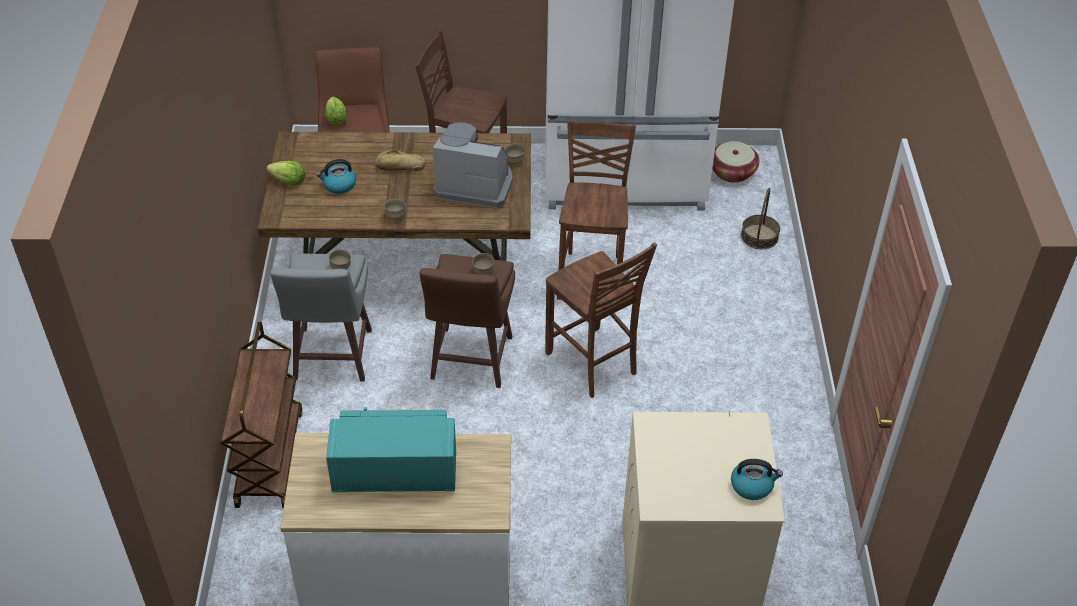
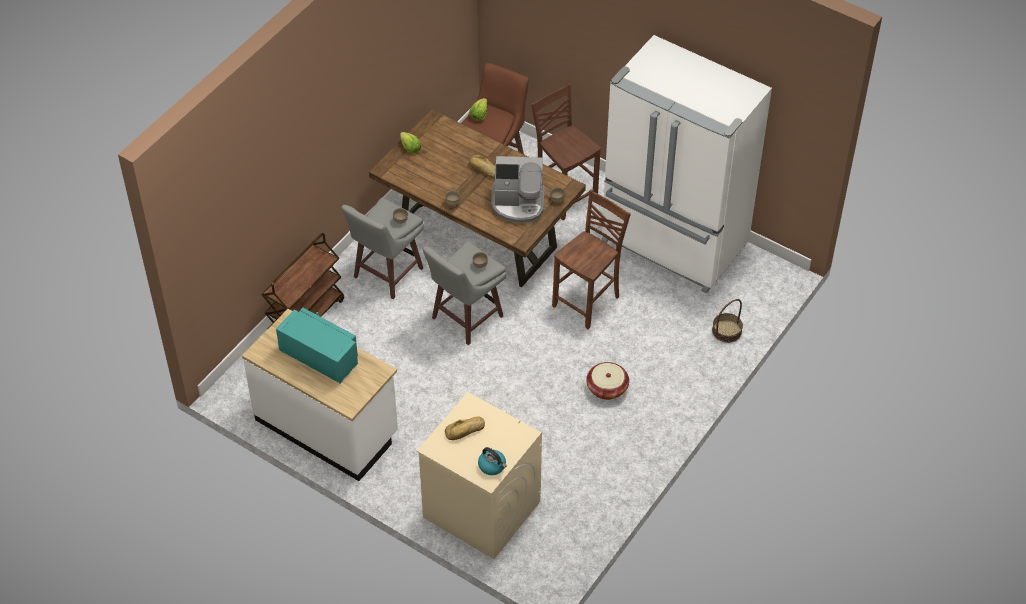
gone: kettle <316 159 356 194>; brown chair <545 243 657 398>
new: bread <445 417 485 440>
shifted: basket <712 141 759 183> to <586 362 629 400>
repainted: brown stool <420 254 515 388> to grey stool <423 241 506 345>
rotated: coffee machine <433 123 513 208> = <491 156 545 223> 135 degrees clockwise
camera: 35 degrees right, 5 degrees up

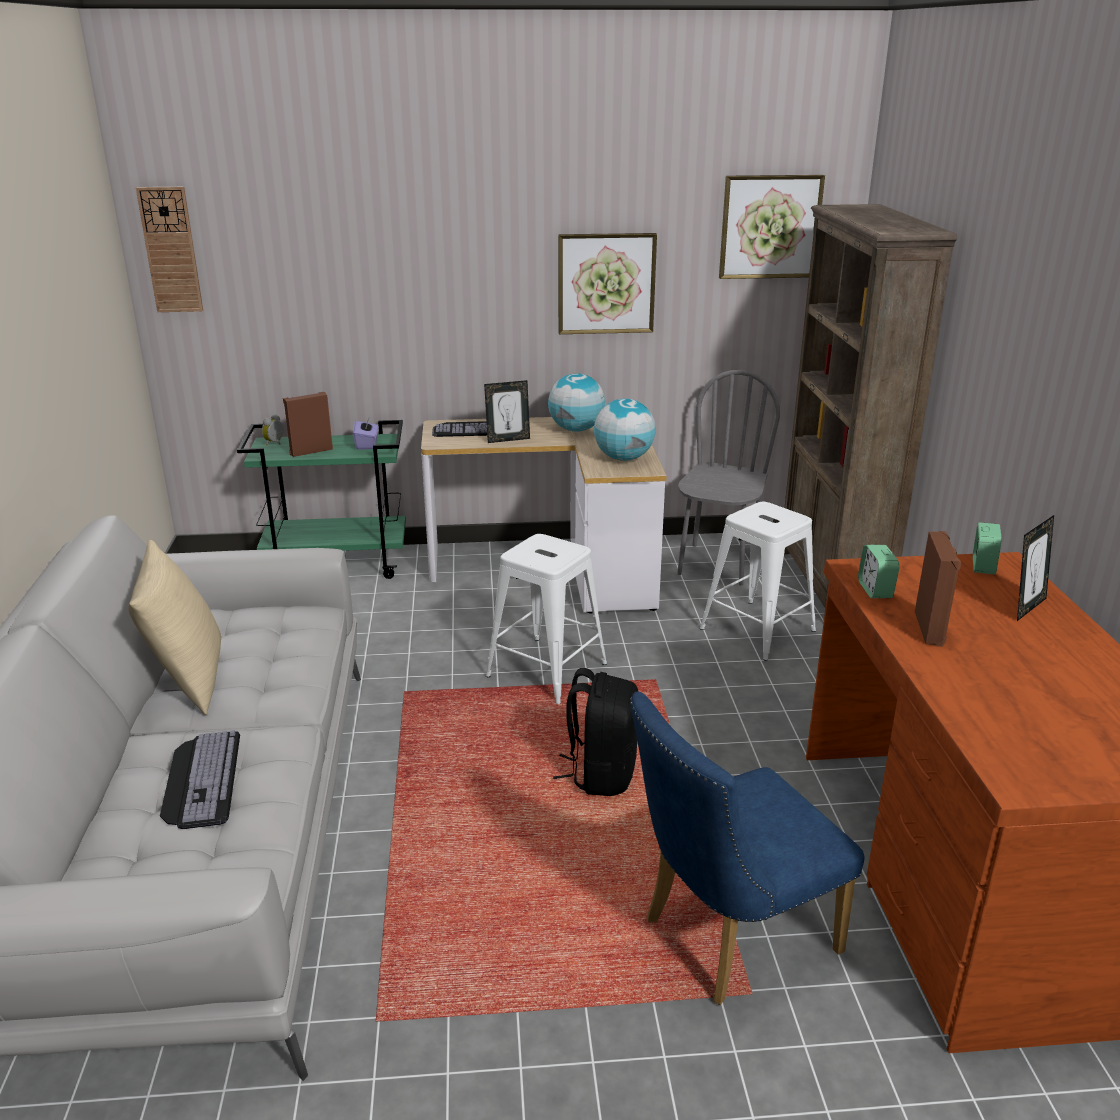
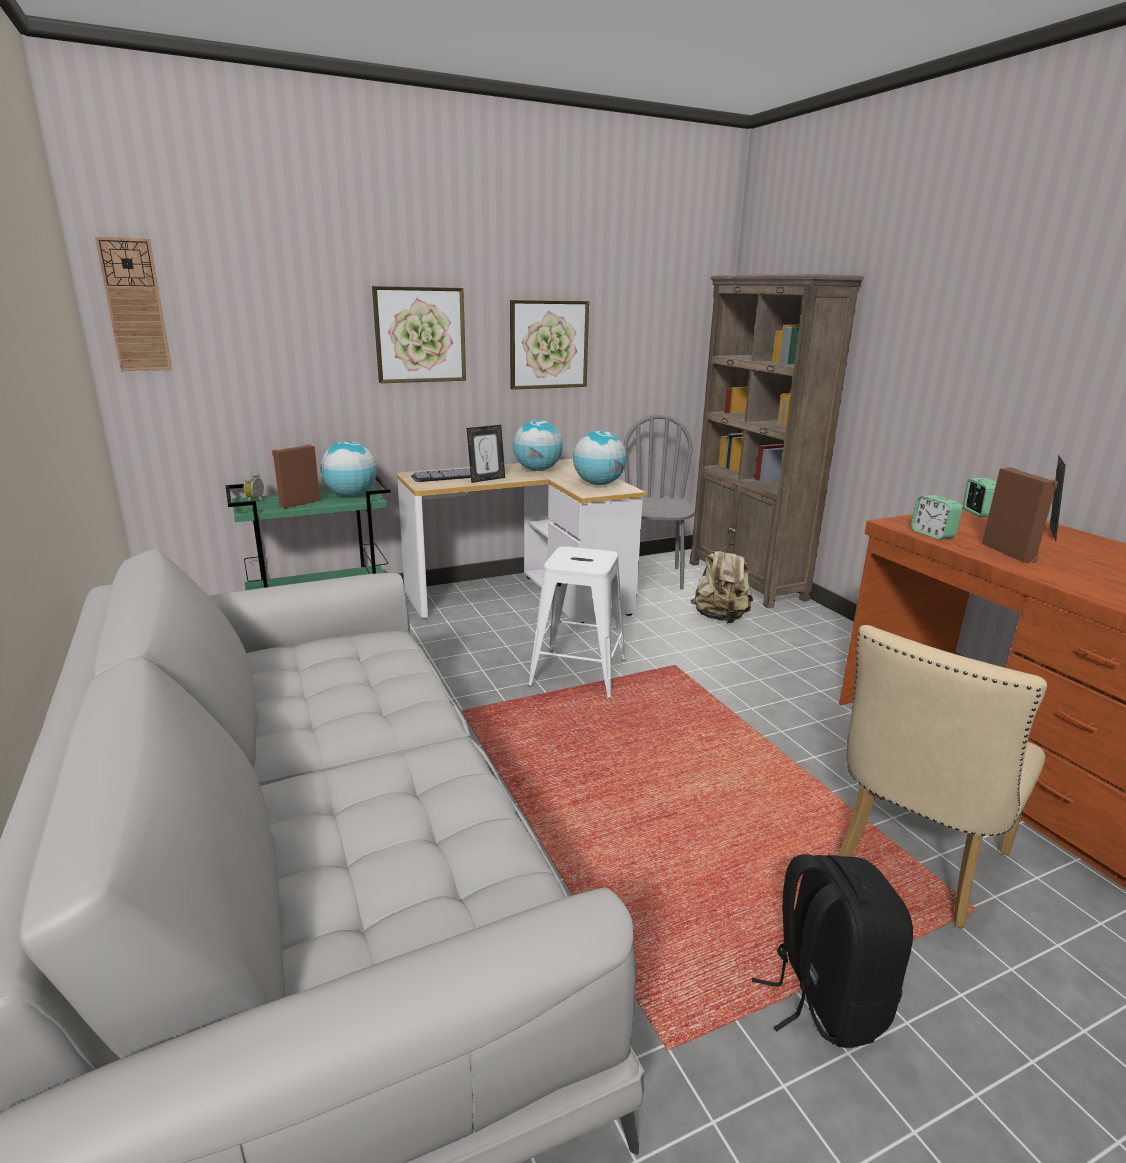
gone: beige pillow <128 540 221 715>; keyboard <160 730 240 829>
shifted: picture <719 175 825 279> to <372 286 466 383>; black backpack <553 668 639 796> to <752 854 913 1048>
swapped: purple tissue box <353 416 379 450> to globe <321 441 377 496>; white stool <700 501 816 661> to beige backpack <691 544 753 623>
repainted: blue chair <630 691 864 1005> to beige chair <837 625 1047 928>
camera: 20 degrees left, 5 degrees down

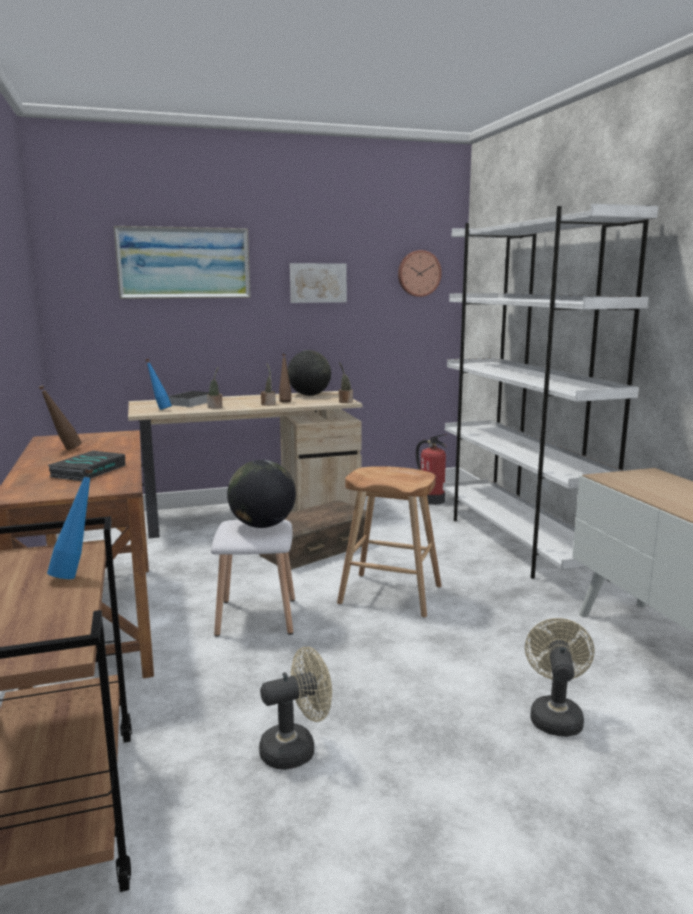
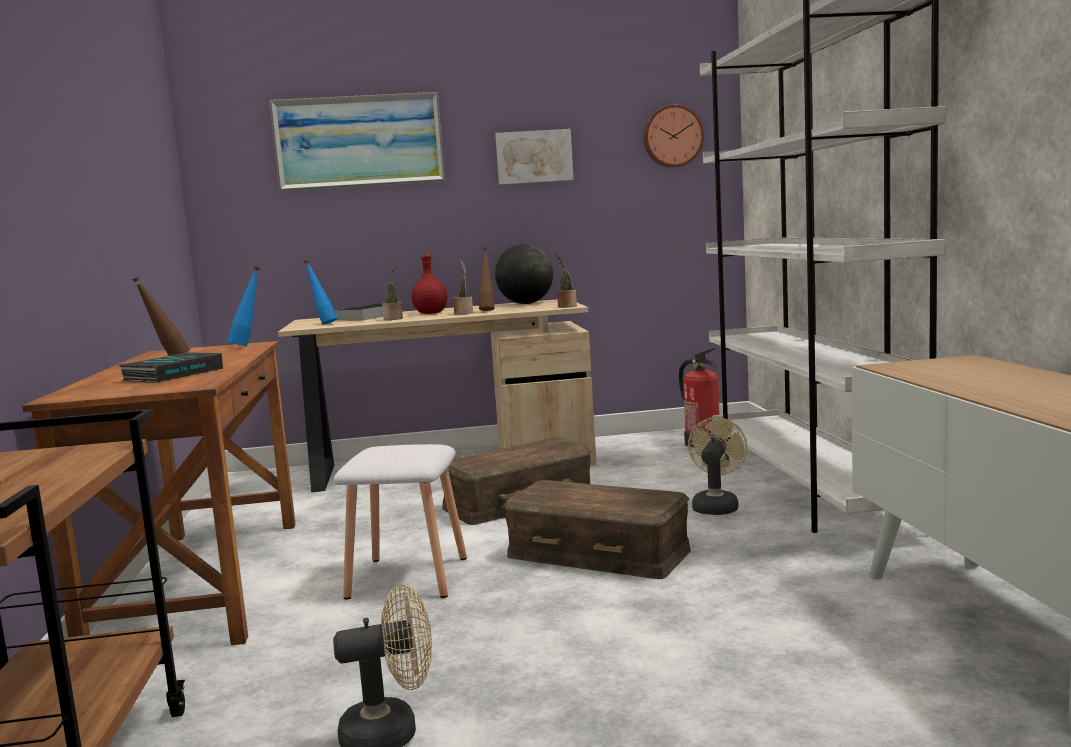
gone: globe <227 460 296 528>
new: red bottle <412 251 448 314>
shifted: blue bottle <47 468 93 579> to <227 266 260 346>; beige fan <525 618 594 737> to <688 417 748 515>
swapped: brown stool <337 466 441 618> to brown storage box <503 480 691 579>
camera: 10 degrees right, 5 degrees down

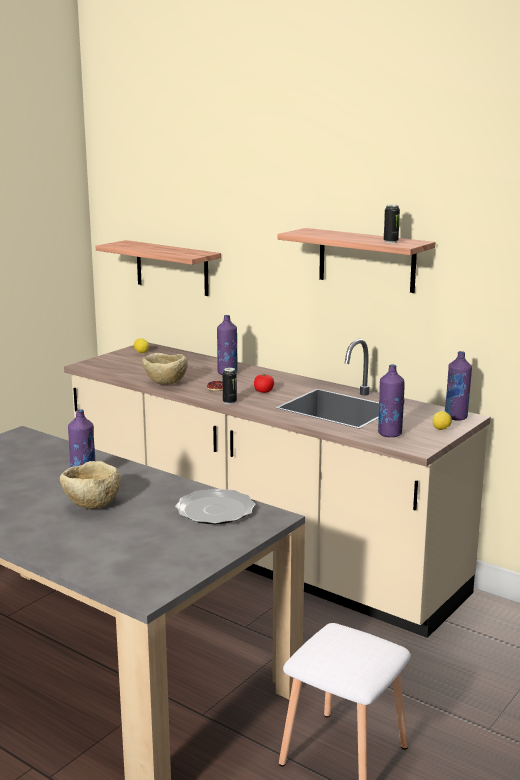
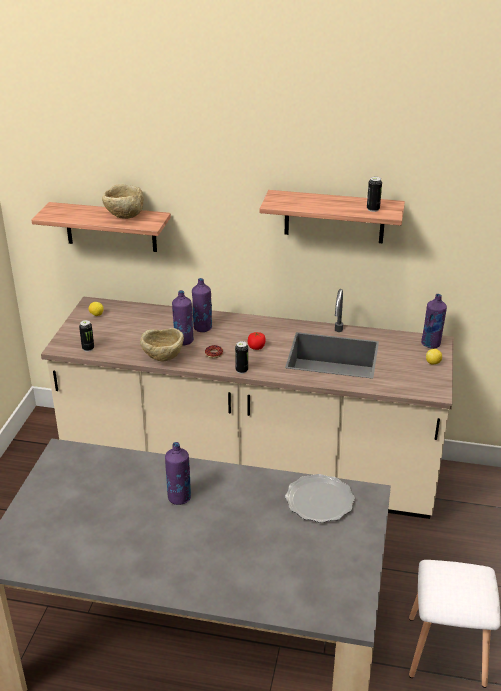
new: can <79 320 94 352>
shifted: purple bottle <378 364 405 437> to <172 290 194 345>; beige bowl <60 461 121 509> to <102 184 144 219>
camera: 25 degrees left, 15 degrees up

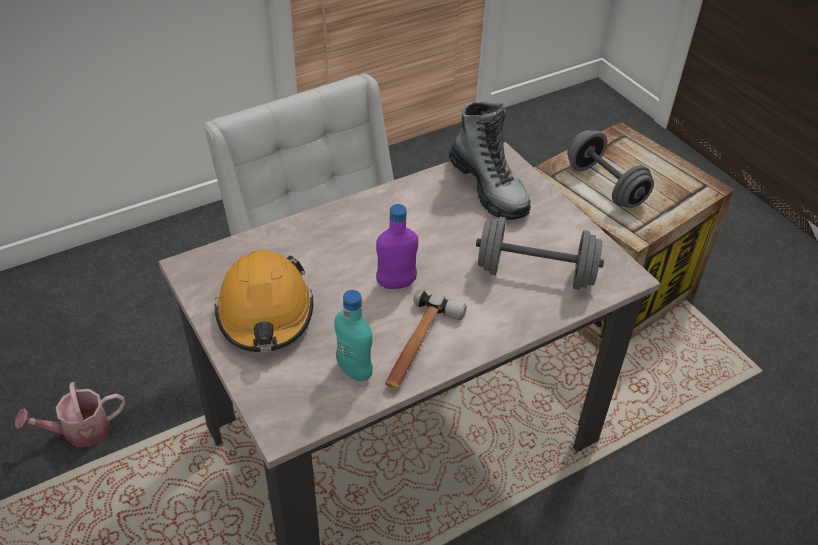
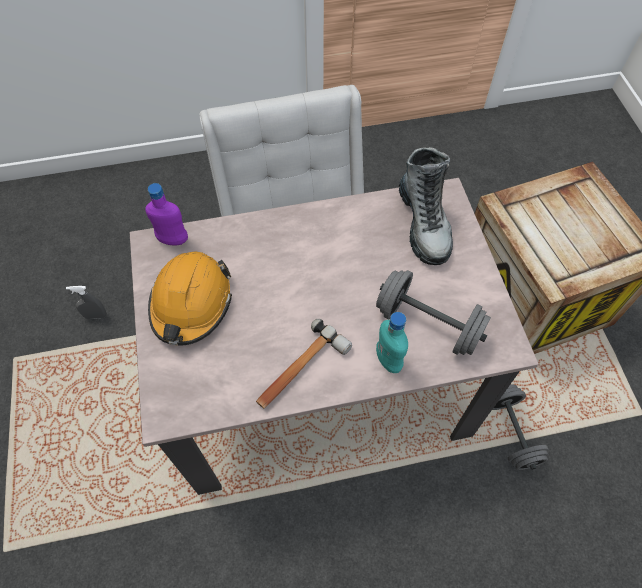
shifted: grey dumbbell <567 130 654 208> to <492 385 549 470>; purple bottle <376 204 418 289> to <145 183 188 245>; turquoise bottle <334 290 373 381> to <376 312 408 373>
swapped: watering can <15 382 126 447> to grey spray bottle <66 286 107 319>
camera: 20 degrees right, 15 degrees up

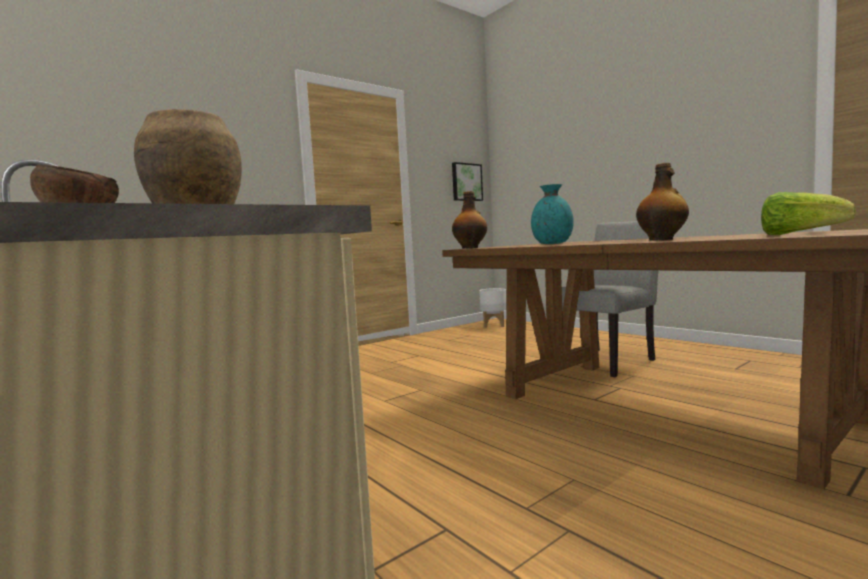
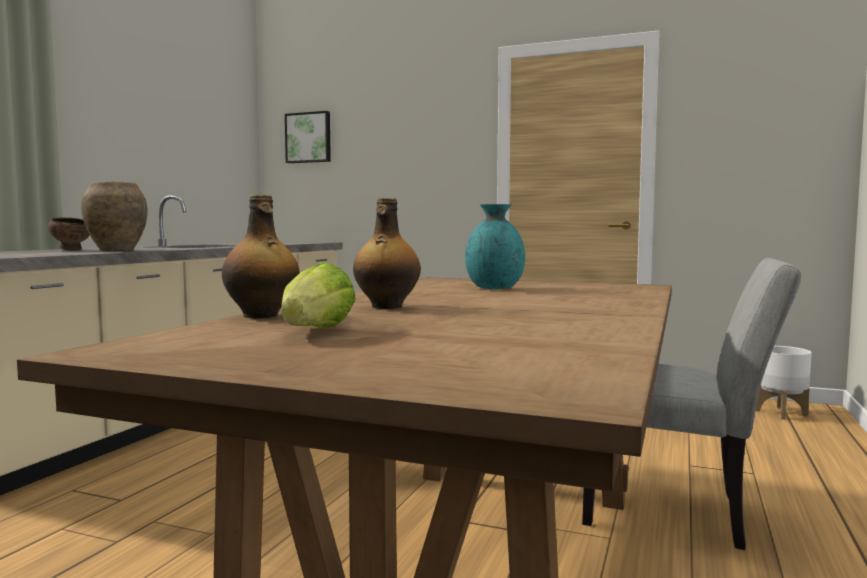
shifted: picture <452 162 483 201> to <285 111 331 163>; bottle <452 191 487 249> to <222 195 300 318>
camera: 60 degrees right, 0 degrees up

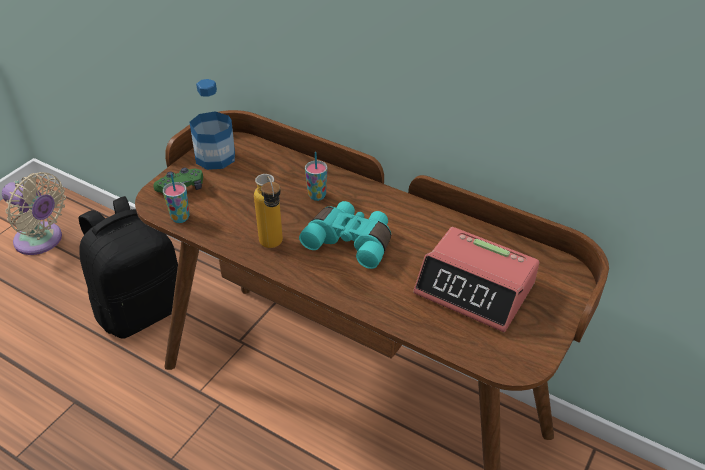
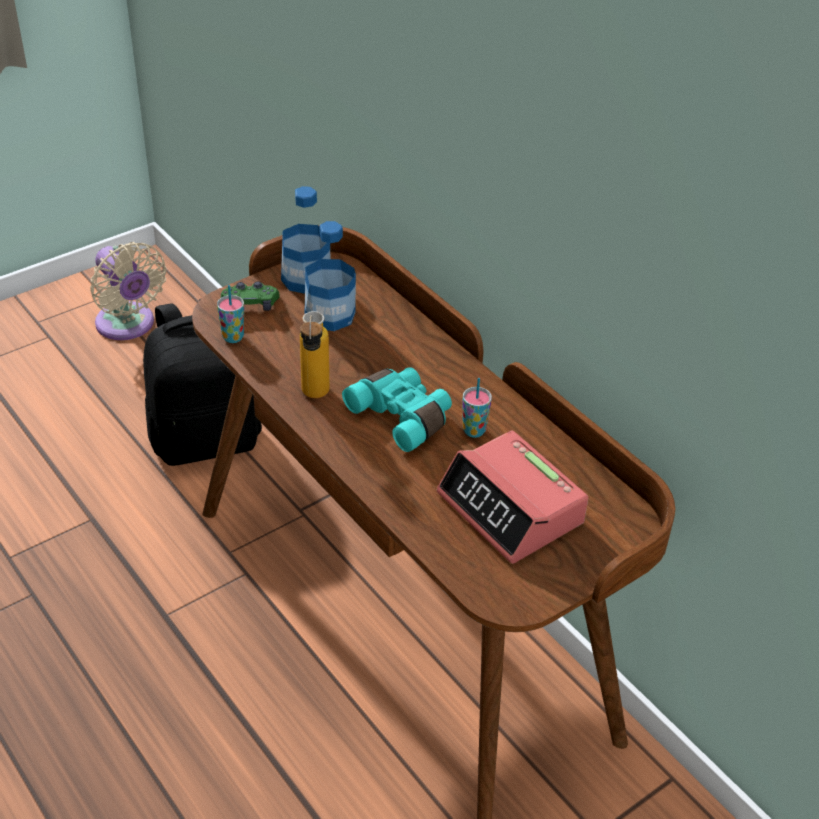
new: bottle <305 221 356 331>
shifted: cup <305 152 328 201> to <463 378 492 438>
camera: 20 degrees right, 0 degrees up

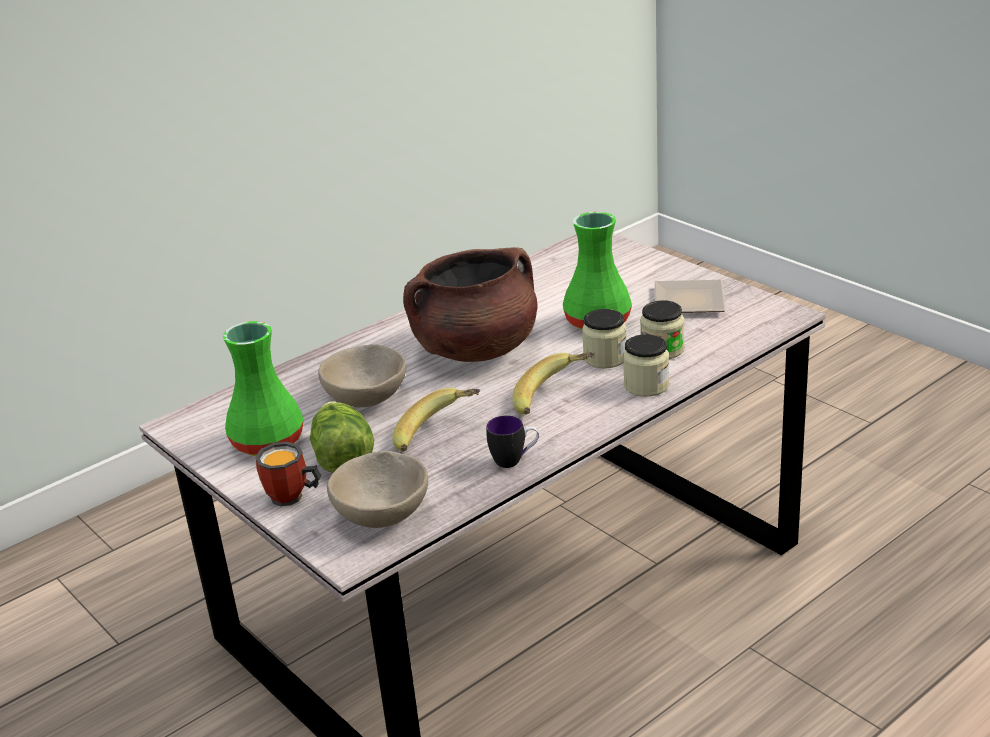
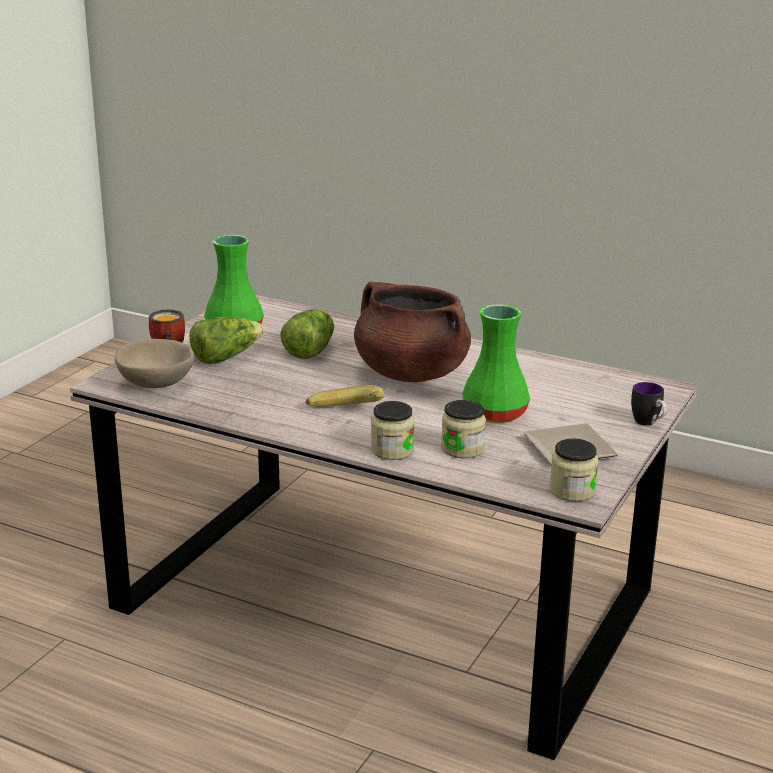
gone: banana <392 387 480 452>
shifted: jar <582 309 627 369> to <550 438 598 502>; mug <486 415 539 468> to <631 382 667 426>
swapped: beige bowl <318 344 406 407> to lettuce <280 309 334 359>
camera: 65 degrees right, 5 degrees down

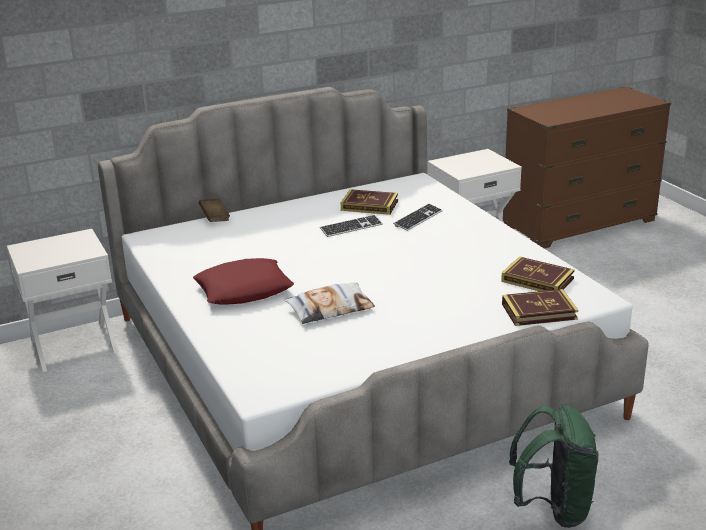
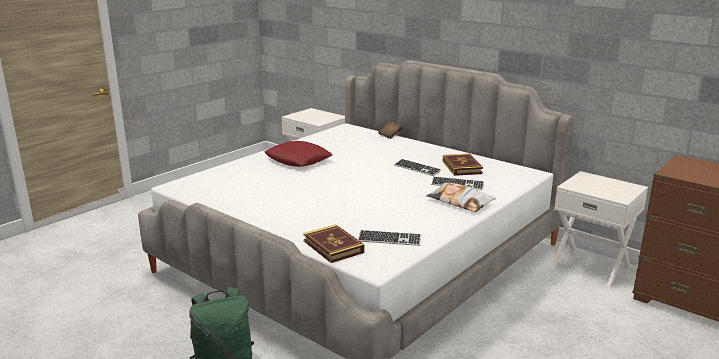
shifted: pillow <284 282 375 324> to <426 183 496 212>
swapped: book <501 257 575 291> to keyboard <358 230 421 246>
camera: 65 degrees right, 5 degrees down

